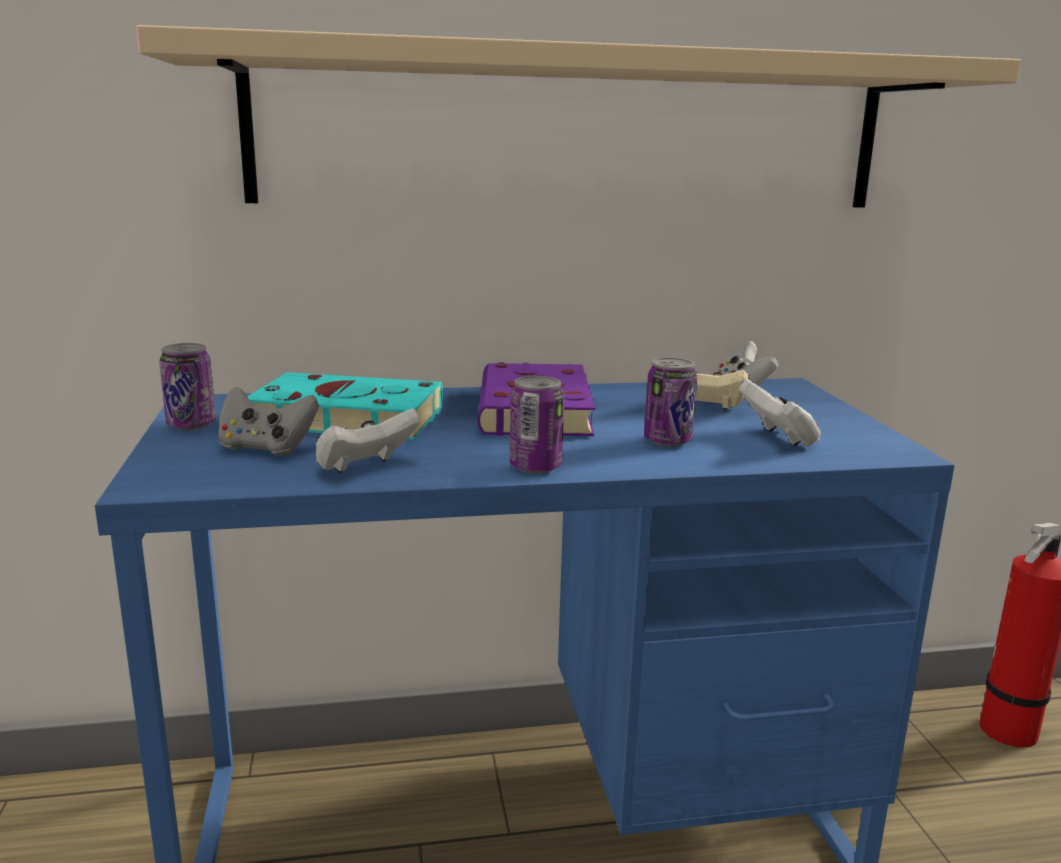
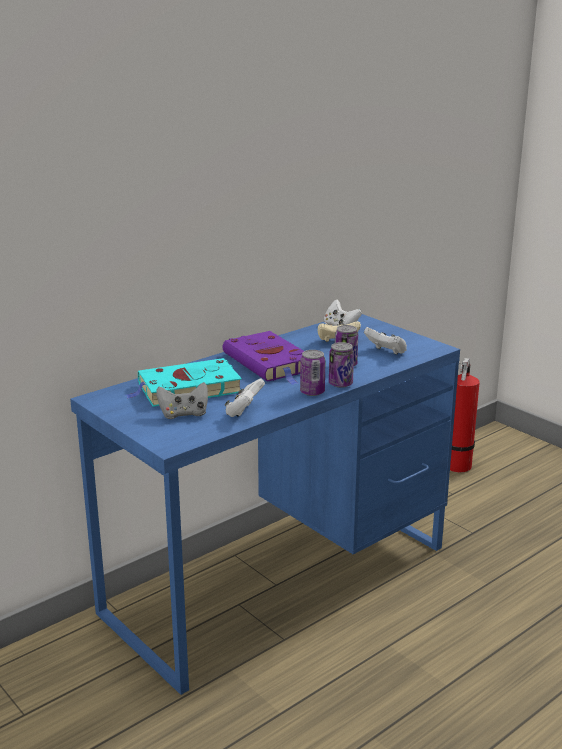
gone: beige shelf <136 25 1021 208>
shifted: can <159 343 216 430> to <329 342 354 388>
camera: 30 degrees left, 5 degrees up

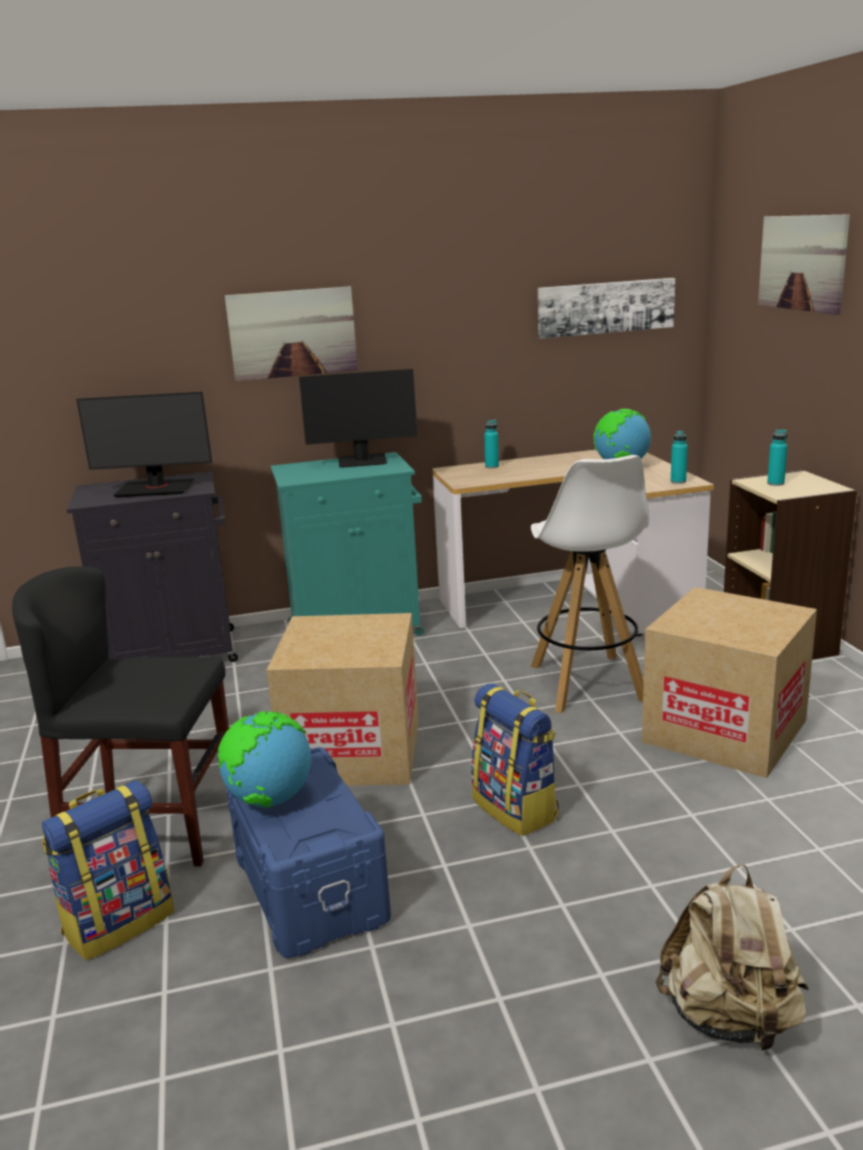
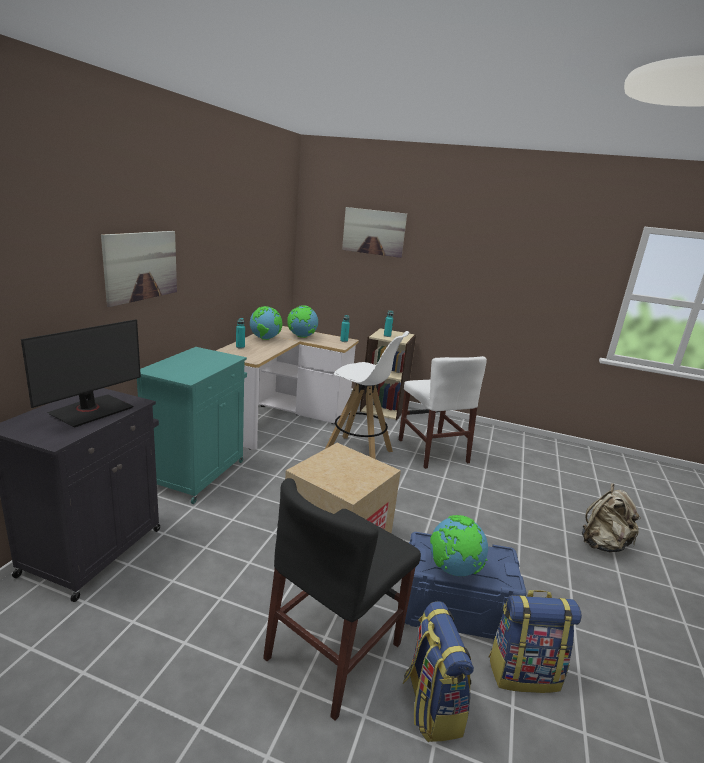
gone: picture <538 278 675 339>; monitor <299 369 418 468>
new: globe <250 306 282 340>
shifted: backpack <471 683 559 836> to <489 590 582 693>
swapped: cardboard box <642 587 817 778> to white chair <399 356 487 469>
camera: 60 degrees left, 0 degrees up

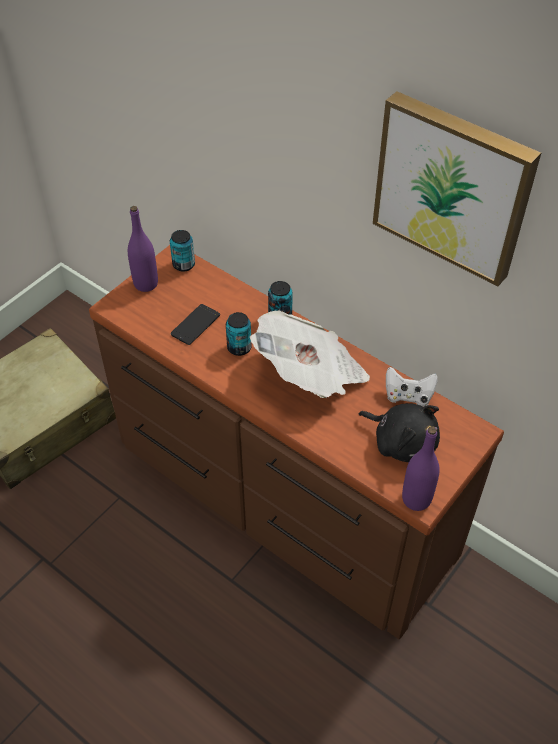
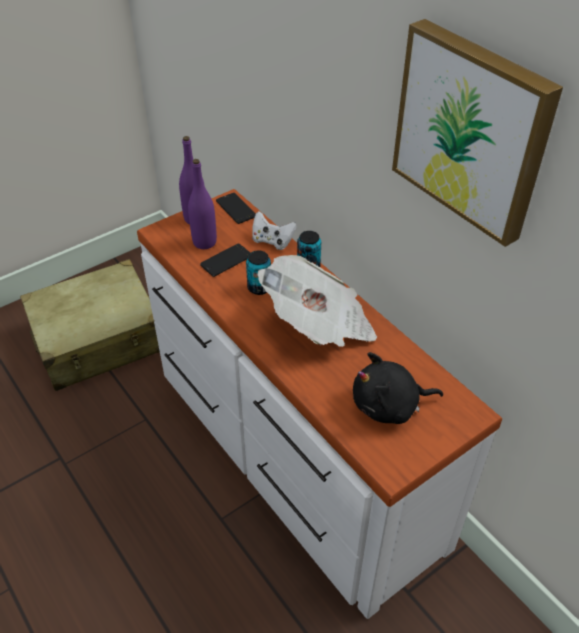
shifted: white game controller <386 367 437 407> to <252 211 297 250>; purple bottle <402 426 440 511> to <188 159 217 249>
swapped: can <170 230 195 272> to phone <216 193 256 224>
repainted: brown dresser <89 245 504 639> to white dresser <137 189 502 619>
rotated: black plush toy <358 403 440 462> = <353 352 443 424> 120 degrees clockwise
camera: 15 degrees right, 5 degrees down

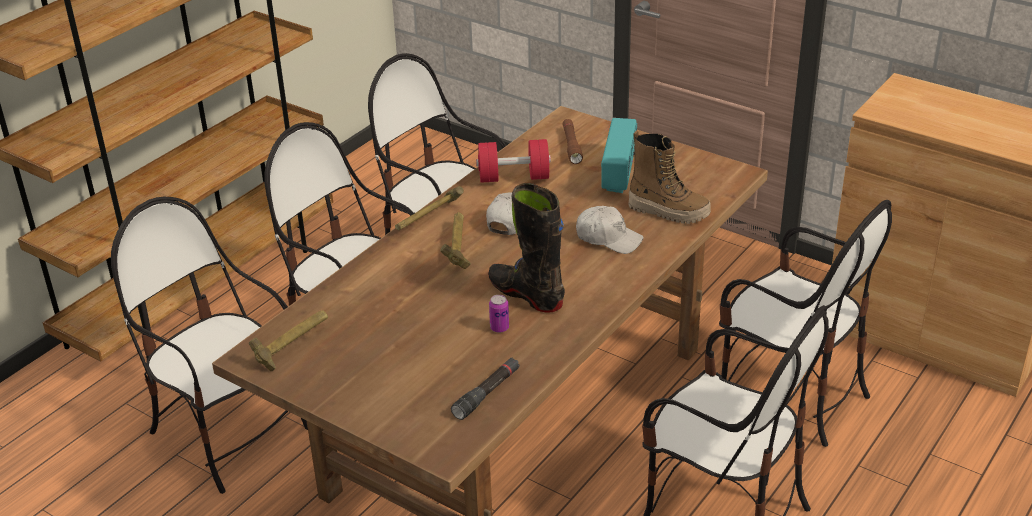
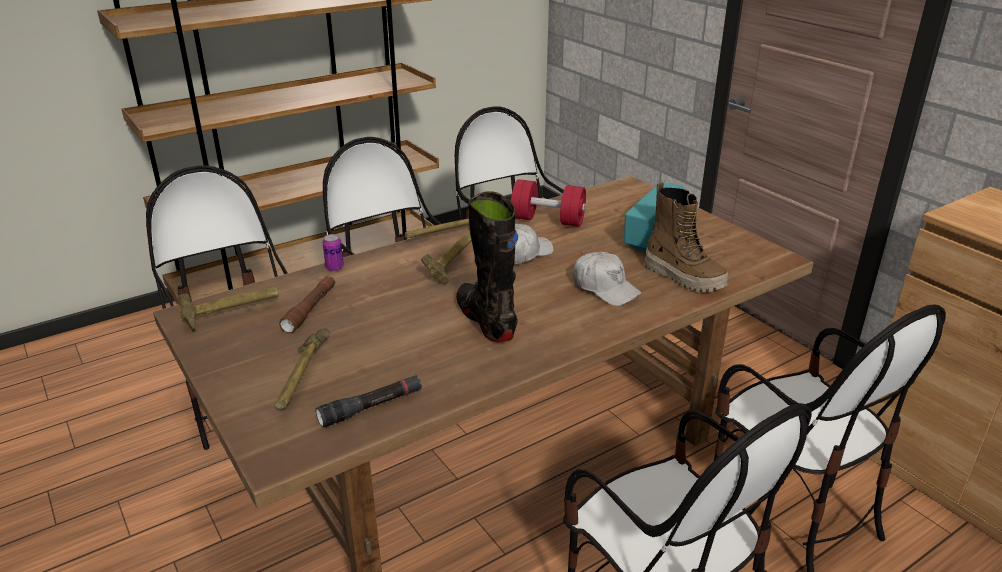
new: hammer <275 328 330 409>
shifted: brown flashlight <563 119 583 164> to <279 276 335 333>; can <489 295 509 333> to <323 234 344 271>
camera: 20 degrees right, 5 degrees down

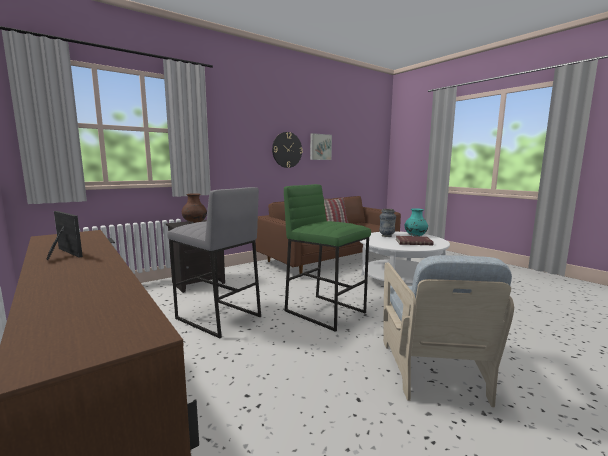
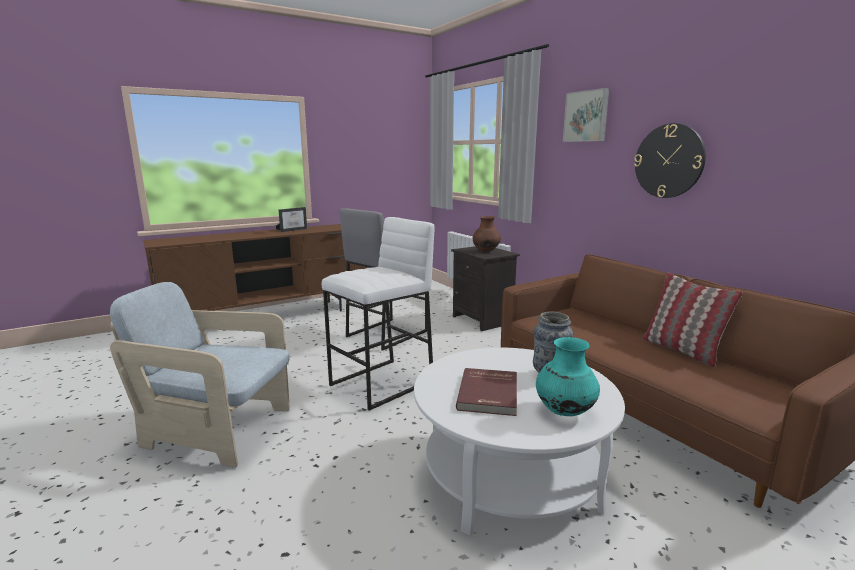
shifted: picture <310 133 332 160> to <563 88 609 142>
repainted: green stool <284 184 371 332> to white stool <322 217 434 411>
camera: 95 degrees right, 5 degrees up

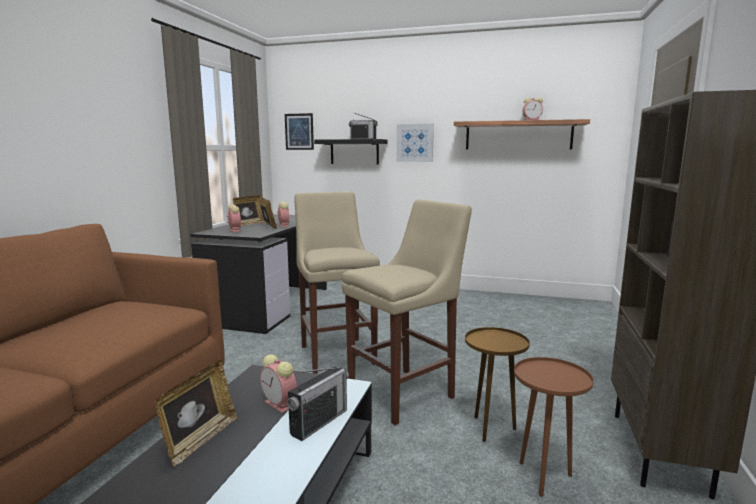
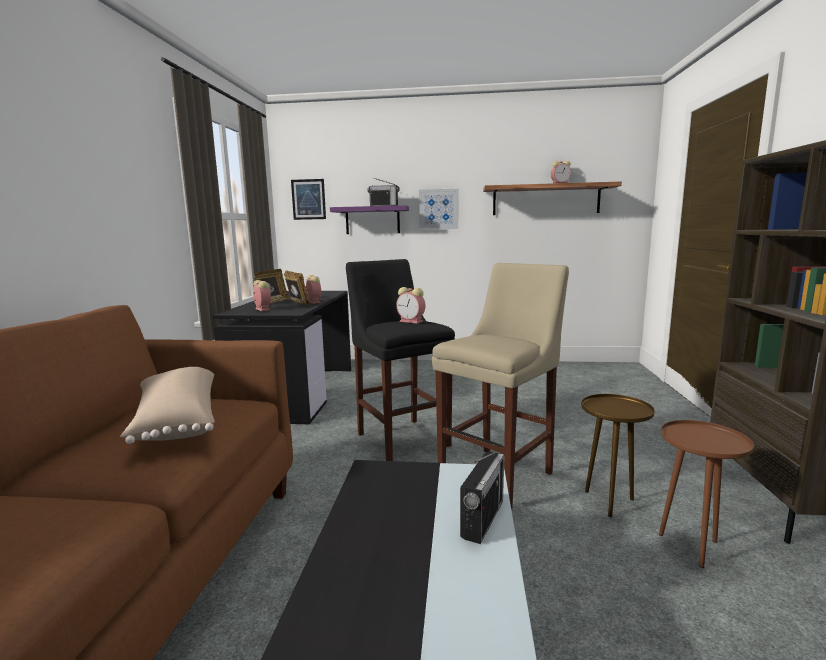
gone: picture frame <154 360 238 467>
new: beige pillow <120 367 215 444>
shifted: alarm clock <260 354 297 413> to <396 287 426 324>
repainted: black shelf <314 139 388 164> to purple shelf <330 205 409 234>; beige stool <294 192 380 374> to black stool <346 259 455 461>
camera: 10 degrees left, 0 degrees up

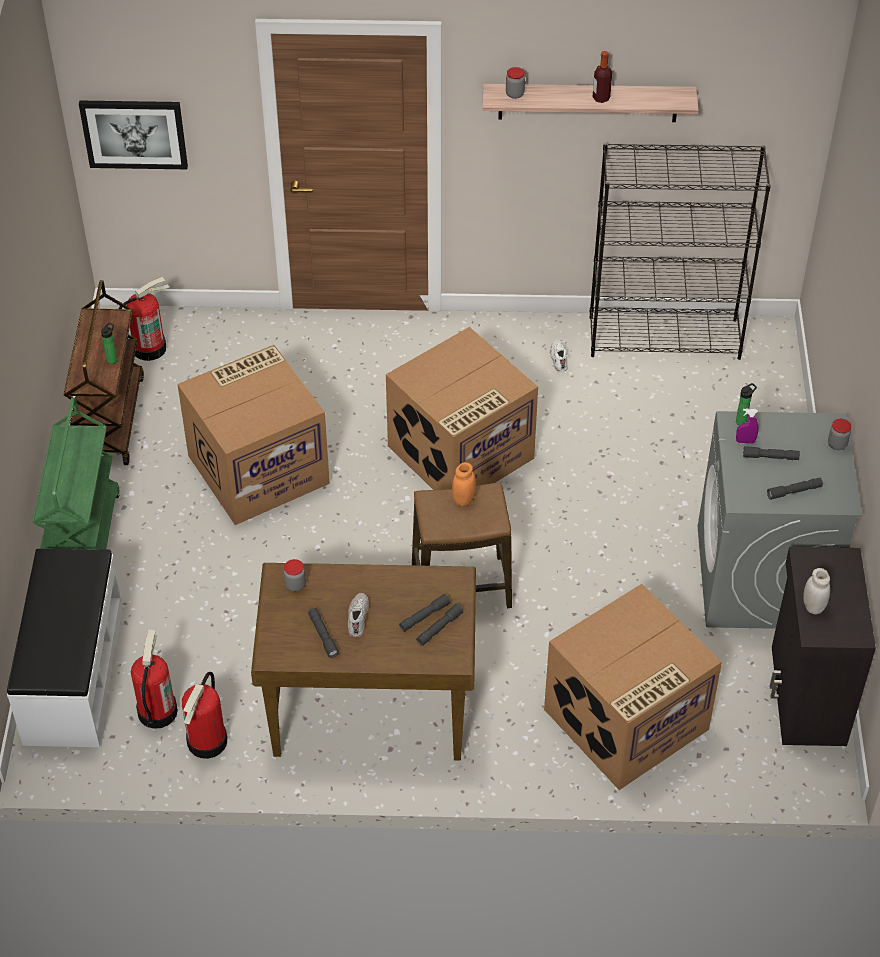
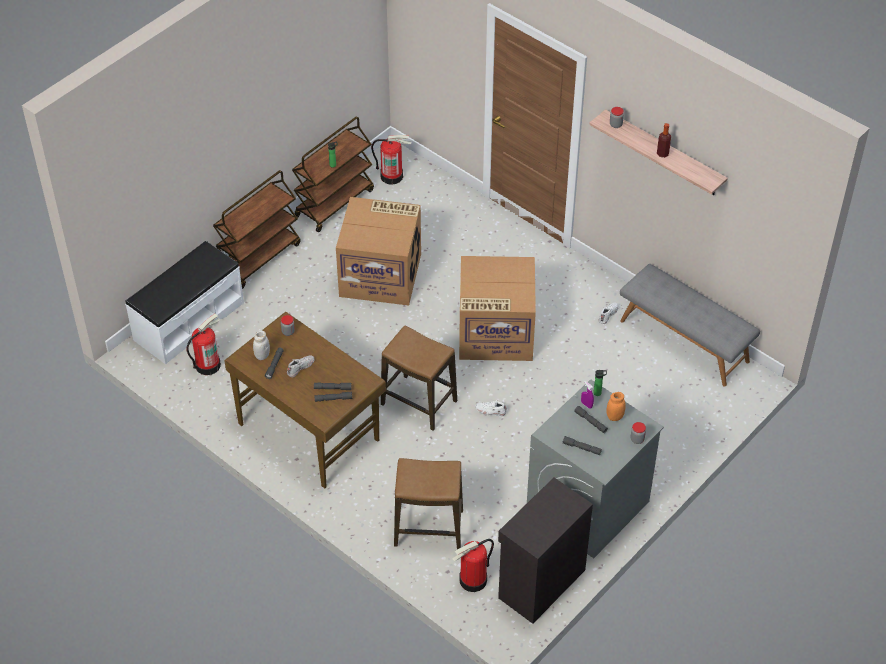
gone: picture <79 100 188 169>
new: white shoe <476 400 506 416>
shifted: orange jar <452 462 476 506> to <606 392 626 421>; white jar <803 568 830 614> to <253 330 270 360>; fire extinguisher <182 672 227 759> to <452 539 494 592>
swapped: black bookcase <589 143 771 360> to grey bench <620 264 760 387>; cardboard box <544 584 722 790> to stool <394 458 463 549>
repainted: green cart <33 397 119 550> to brown cart <213 170 301 289>
camera: 40 degrees right, 0 degrees up

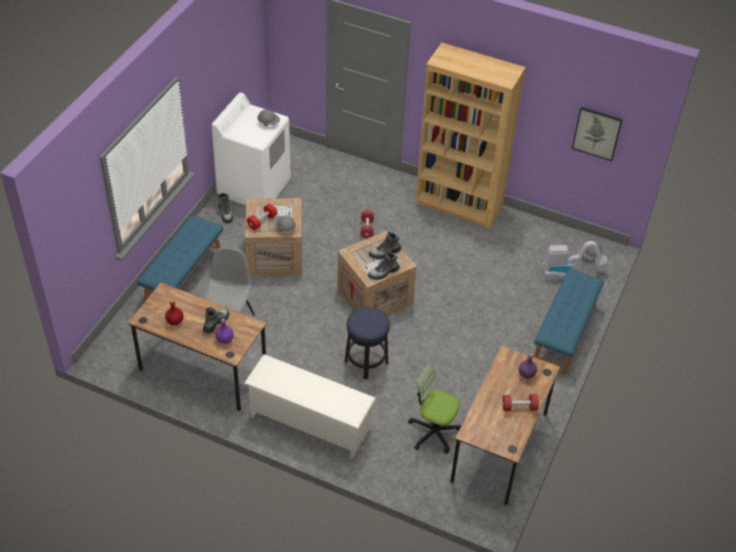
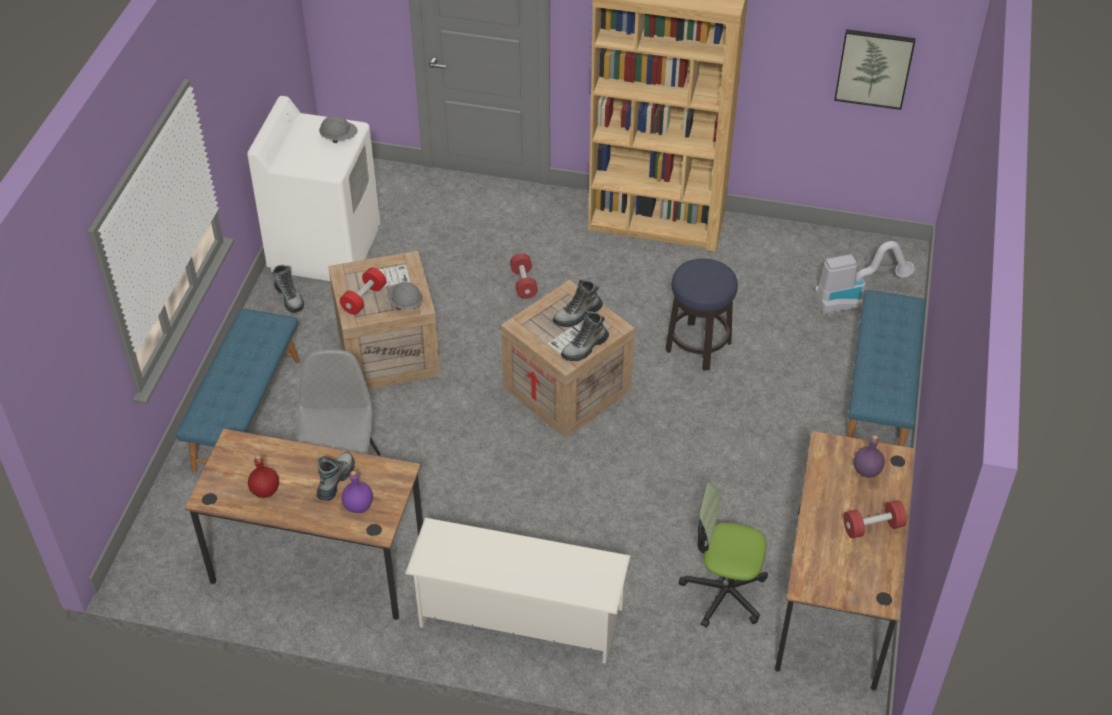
shifted: stool <345 307 390 379> to <666 259 738 371>
camera: 10 degrees left, 0 degrees up

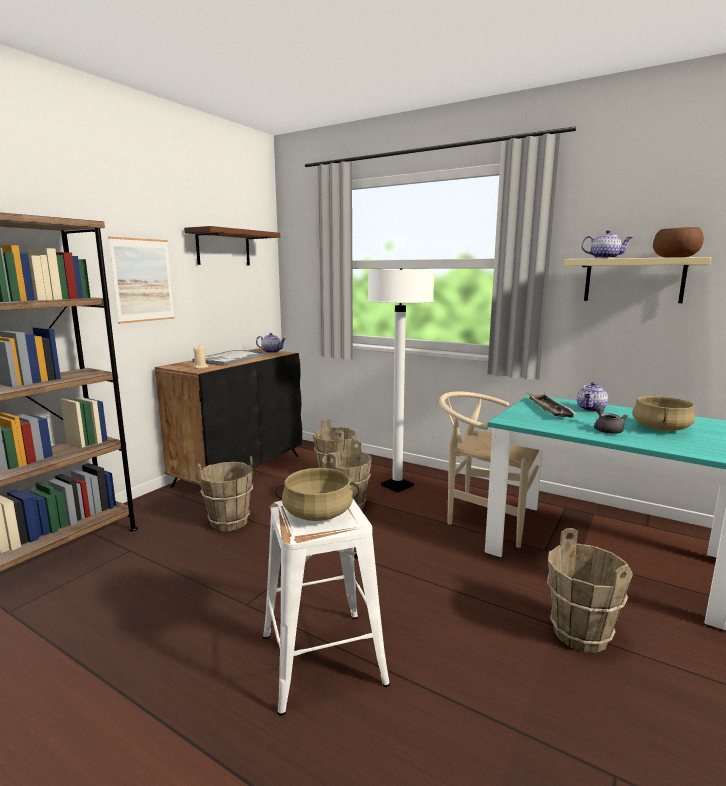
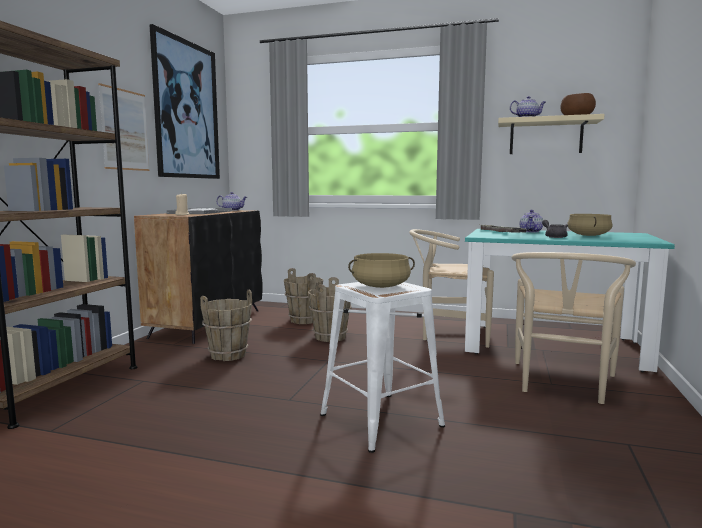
gone: white floor lamp <368 268 434 493>
swapped: brown shelf <184 226 280 265> to picture <150 24 220 179>; brown bucket <547 528 633 653> to beige chair <512 252 636 404>
camera: 15 degrees left, 5 degrees down

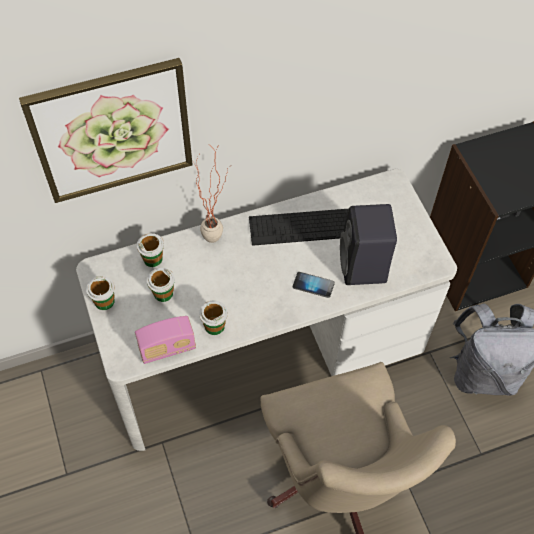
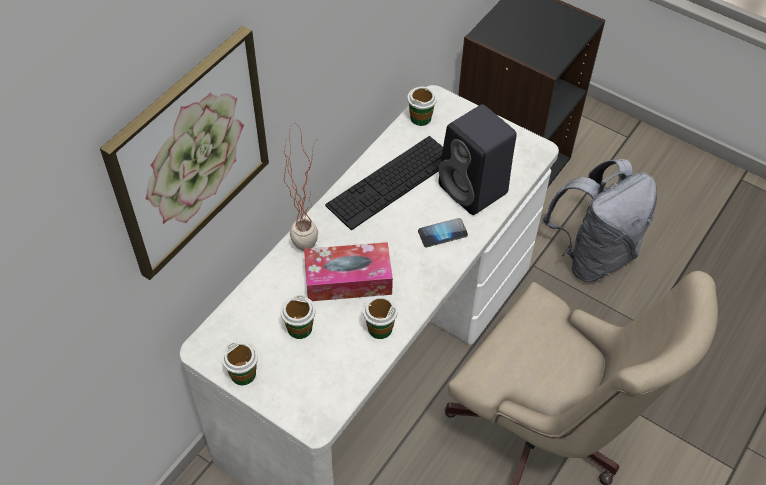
gone: radio <135 316 196 364>
new: tissue box <304 242 393 301>
shifted: cup <137 233 164 267> to <407 87 437 126>
camera: 35 degrees left, 5 degrees down

